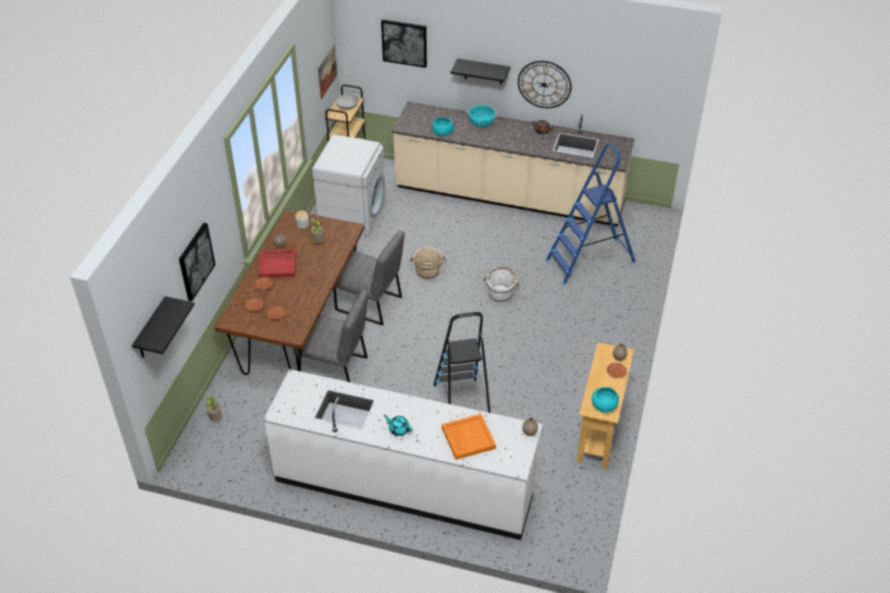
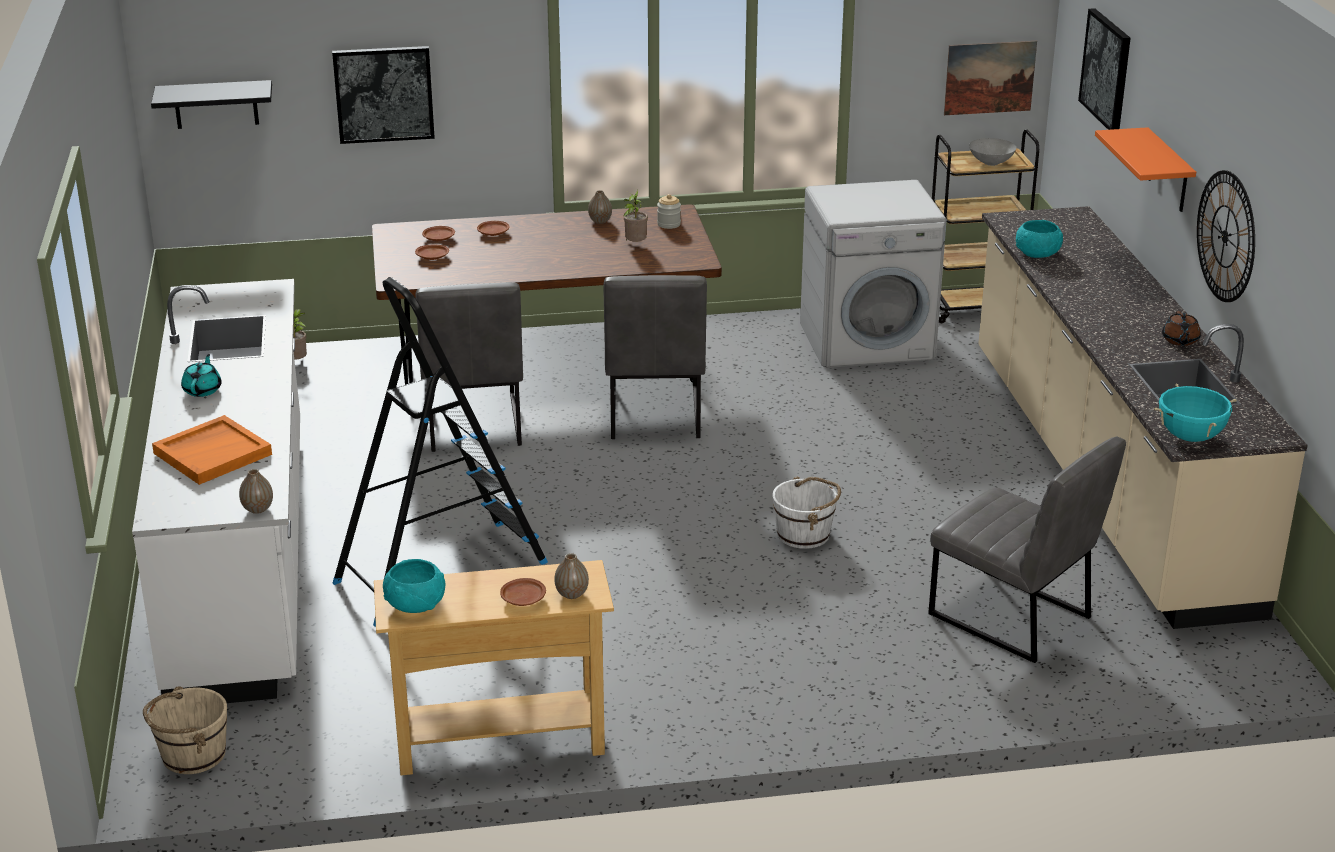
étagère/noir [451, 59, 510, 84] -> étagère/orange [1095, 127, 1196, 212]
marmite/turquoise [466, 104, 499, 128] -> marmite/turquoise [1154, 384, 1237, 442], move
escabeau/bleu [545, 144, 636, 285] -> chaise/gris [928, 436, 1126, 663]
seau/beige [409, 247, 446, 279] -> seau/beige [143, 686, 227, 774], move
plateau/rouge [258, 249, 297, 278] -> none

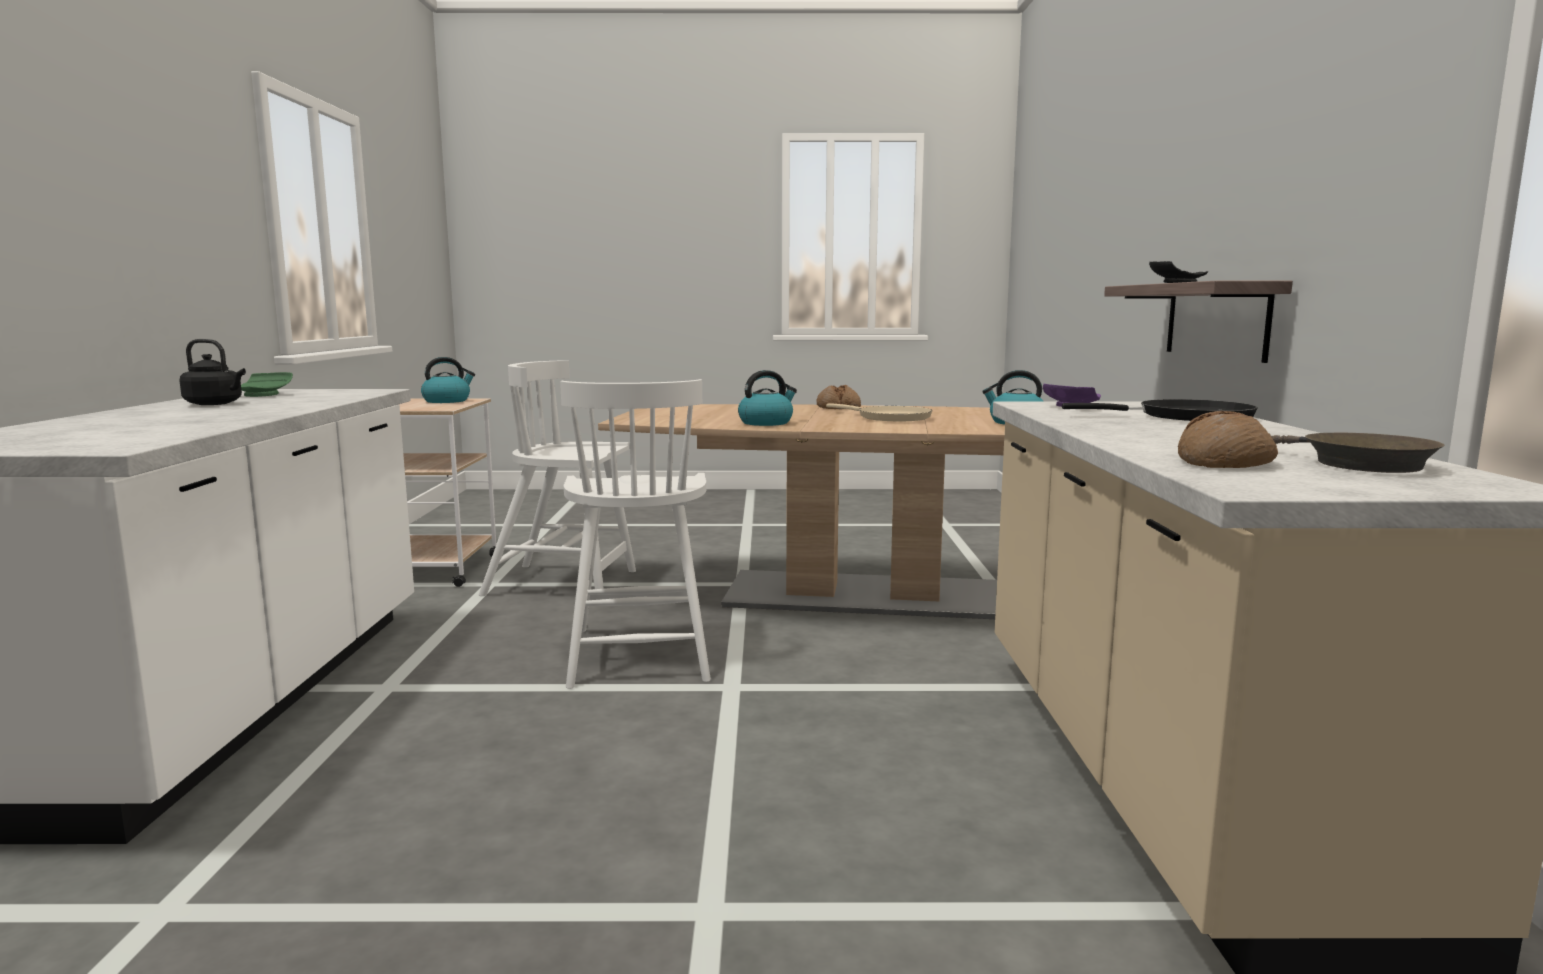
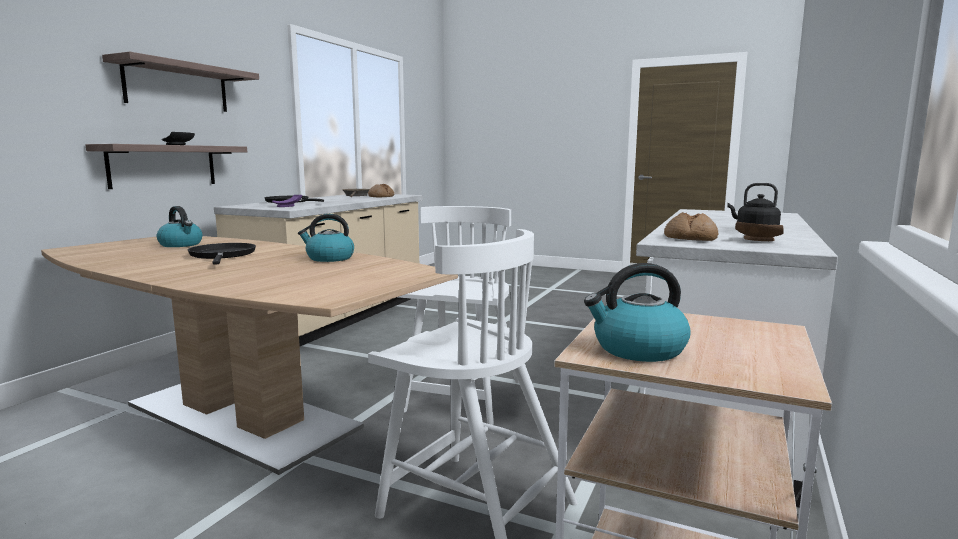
assiette/vert [241, 372, 293, 397] -> assiette/marron [735, 222, 784, 241]
pain [817, 385, 861, 409] -> pain [664, 212, 718, 241], move
poêle/beige [826, 403, 932, 421] -> poêle/noir [188, 243, 256, 265]
none -> étagère [102, 51, 259, 112]

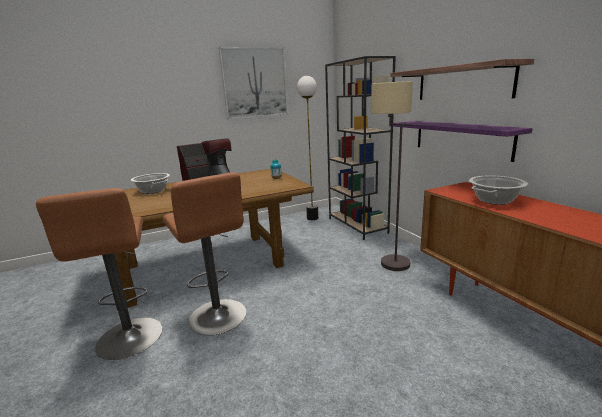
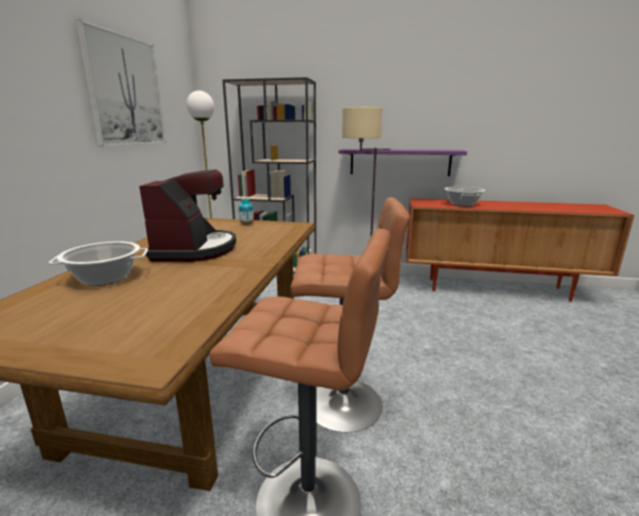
étagère [390, 59, 534, 100] -> none

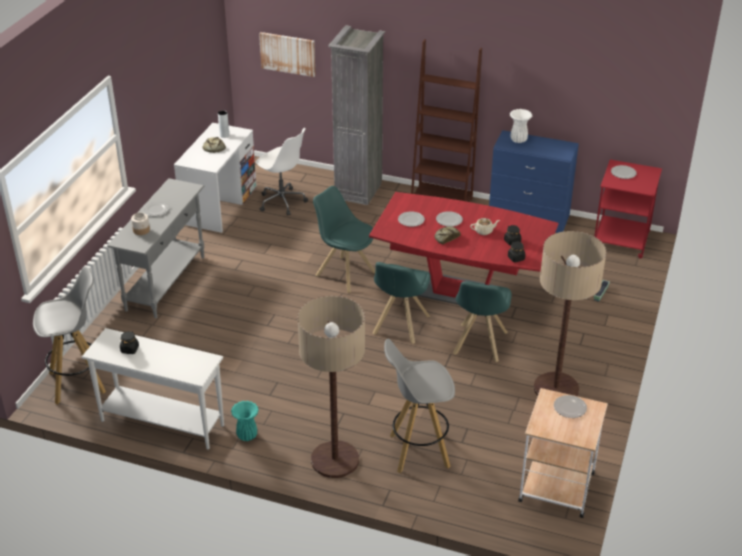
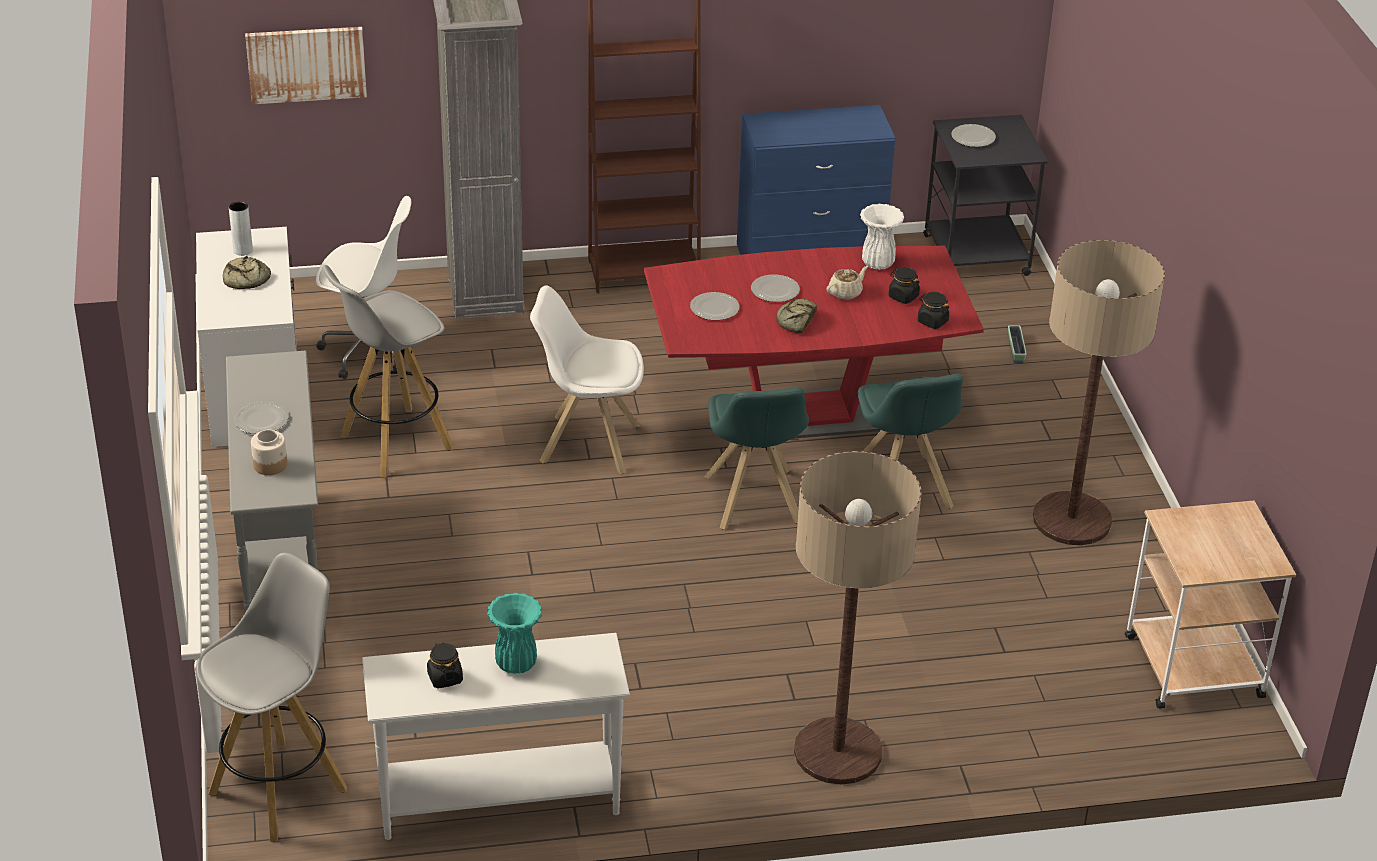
vase/blanc [510, 109, 532, 143] -> vase/blanc [860, 204, 904, 270], move
chariot/rouge [594, 159, 662, 258] -> chariot/noir [923, 115, 1048, 276]
chaise/turquoise [313, 186, 375, 293] -> chaise/blanc [530, 285, 644, 474]
tabouret/gris [384, 339, 455, 473] -> tabouret/gris [323, 265, 454, 478], move
assiette [554, 395, 587, 418] -> none
vase/turquoise [231, 401, 259, 441] -> vase/turquoise [487, 593, 542, 674], move

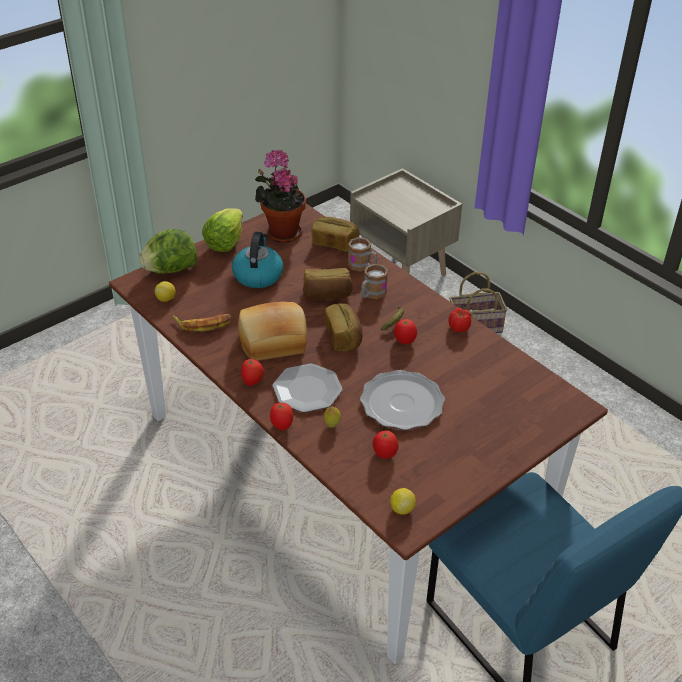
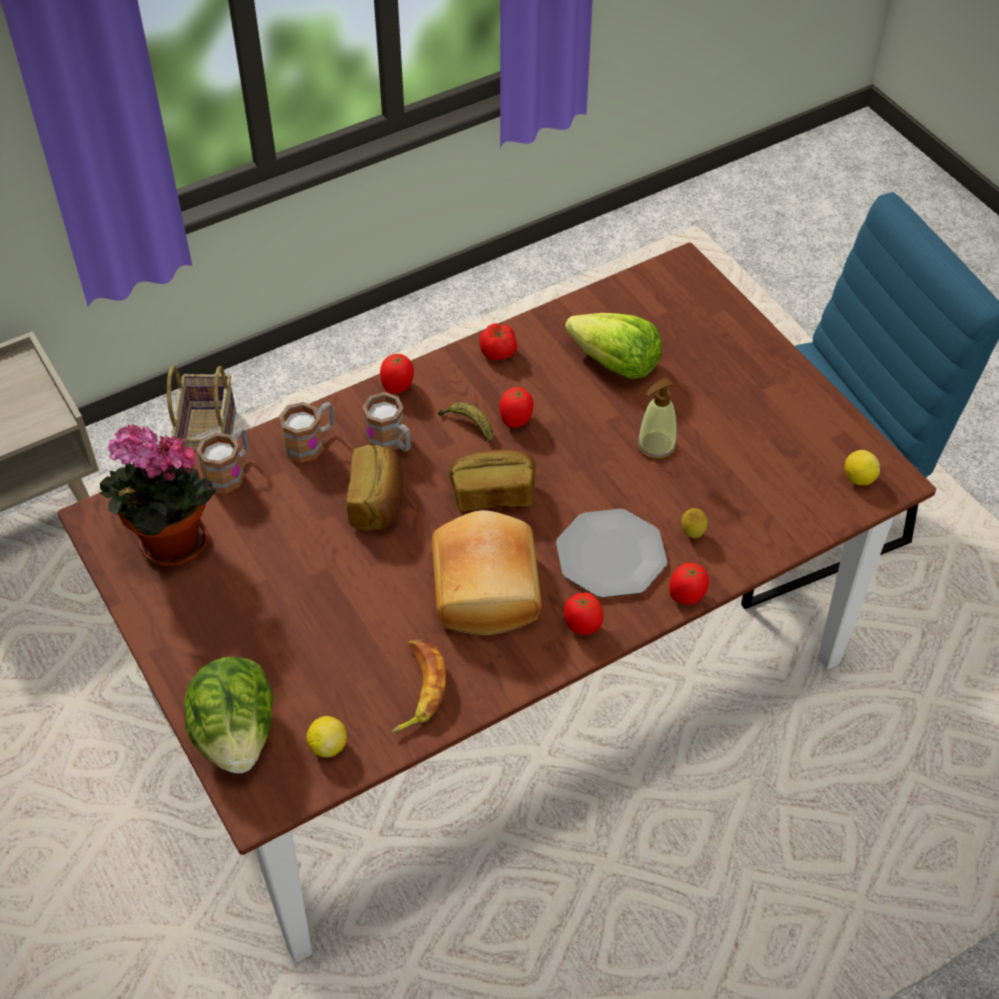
laitue [202, 209, 243, 252] -> laitue [565, 313, 662, 379], move
pain [311, 217, 360, 252] -> mug [197, 427, 248, 494]
bouilloire [232, 232, 283, 288] -> none
assiette [360, 370, 445, 430] -> distributeur de savon [637, 377, 677, 460]
tomate [373, 431, 399, 459] -> tomate [380, 354, 414, 394], move

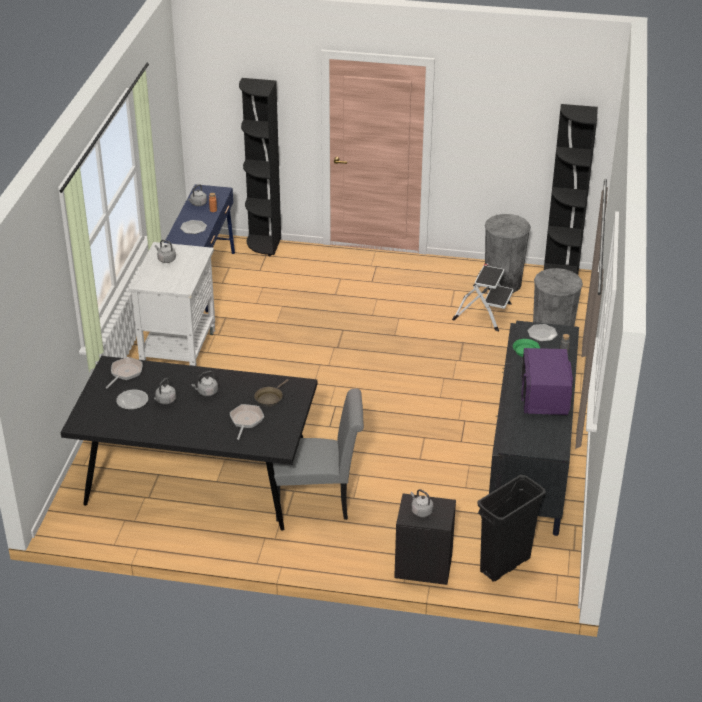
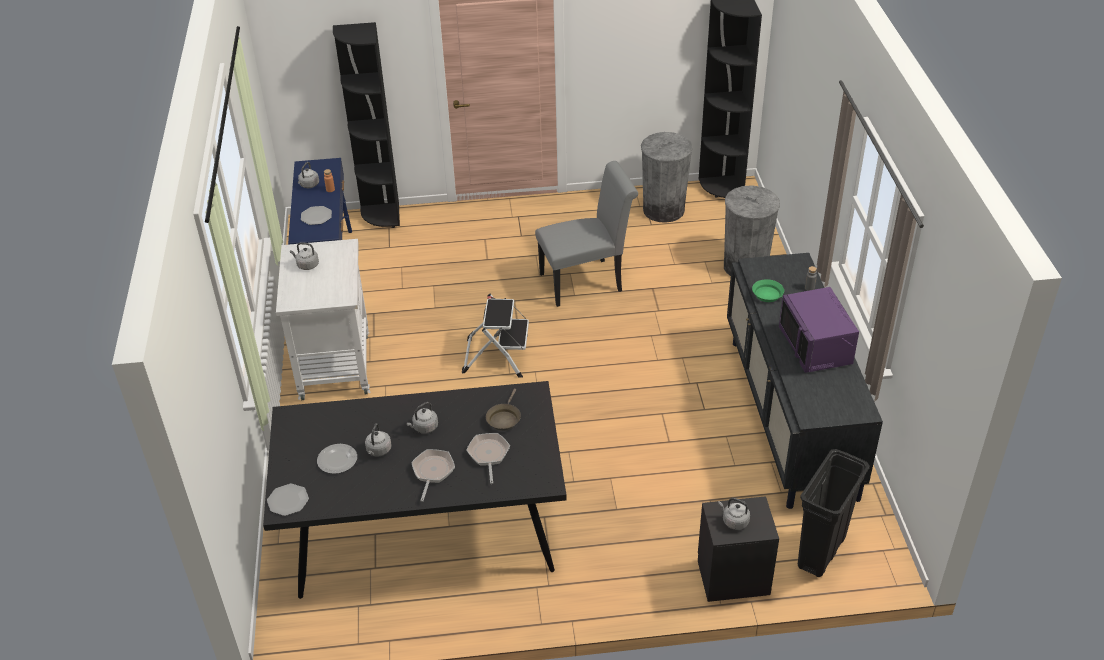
escabeau [452, 262, 513, 332] -> escabeau [462, 294, 529, 378], move
assiette [528, 324, 558, 341] -> assiette [267, 484, 309, 516], move
poêle [106, 357, 142, 388] -> poêle [411, 449, 455, 502], move
chaise/gris [273, 388, 364, 522] -> chaise/gris [535, 161, 638, 307], move

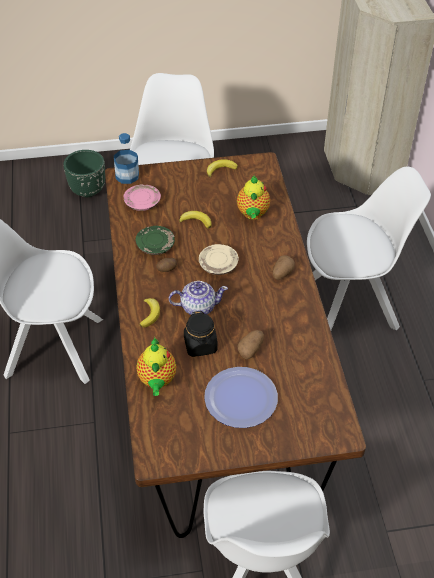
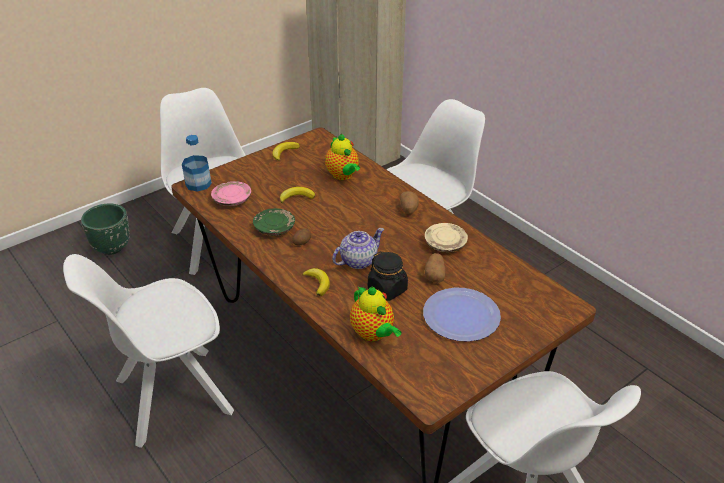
assiette/beige [199, 244, 239, 275] -> assiette/beige [425, 223, 468, 252], move

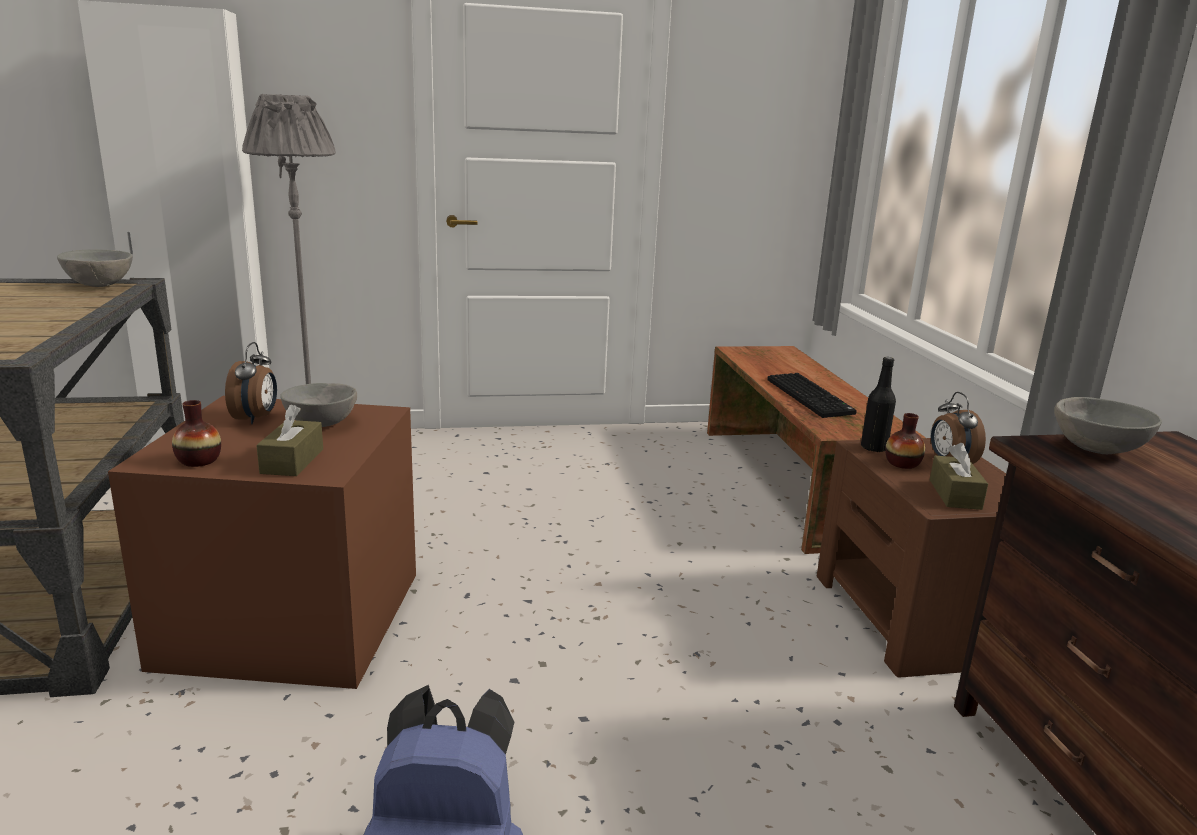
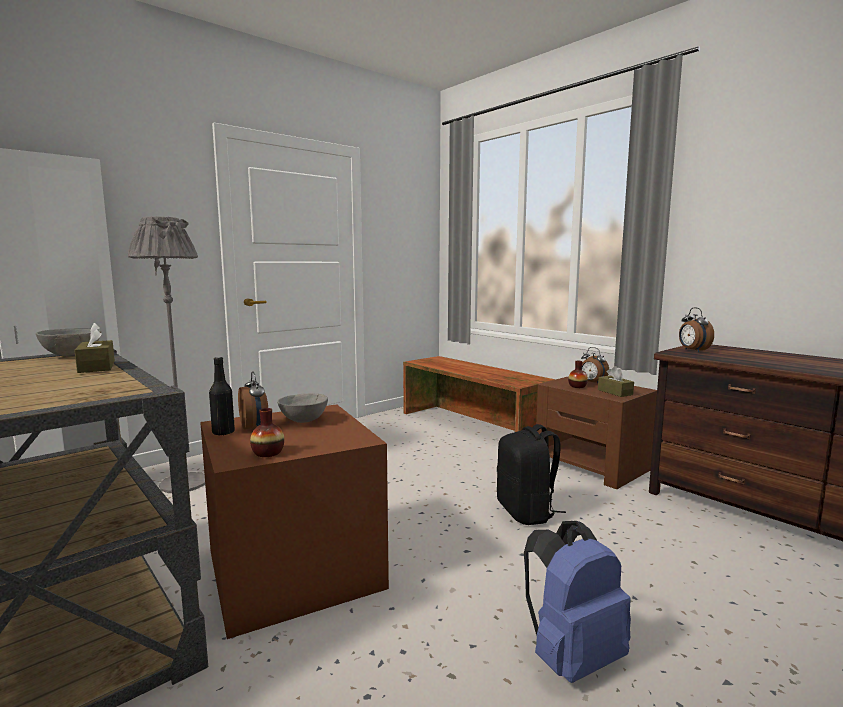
bouteille/noir [861, 357, 896, 452] -> bouteille/noir [209, 357, 235, 435], move
clavier [767, 373, 857, 418] -> none
bol/gris [1054, 397, 1162, 454] -> réveil [679, 307, 714, 352]
boîte à mouchoirs/marron [256, 405, 323, 476] -> boîte à mouchoirs/marron [74, 323, 115, 373], move
none -> sac à dos/noir [497, 424, 566, 525]

